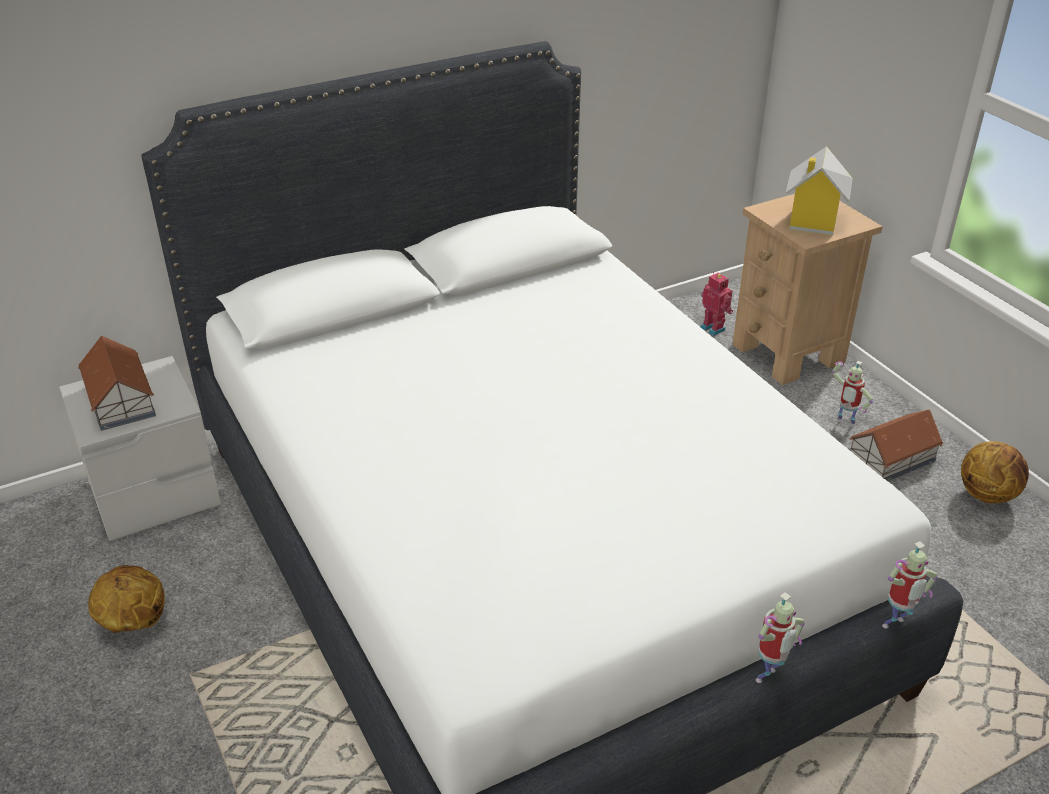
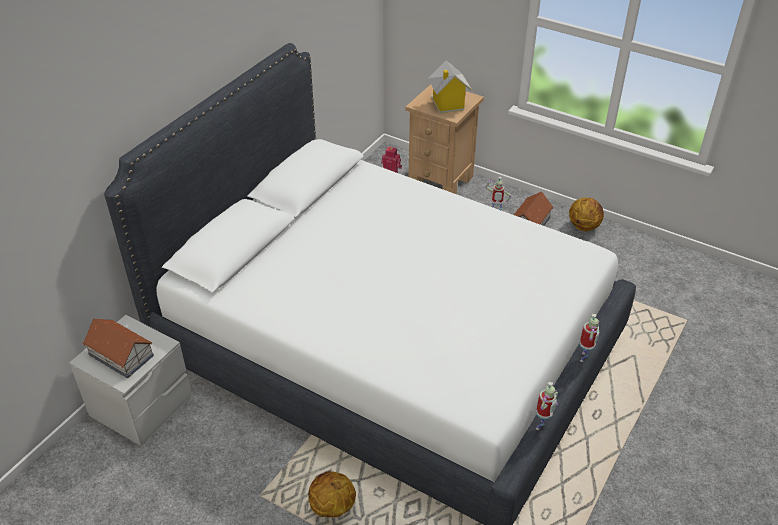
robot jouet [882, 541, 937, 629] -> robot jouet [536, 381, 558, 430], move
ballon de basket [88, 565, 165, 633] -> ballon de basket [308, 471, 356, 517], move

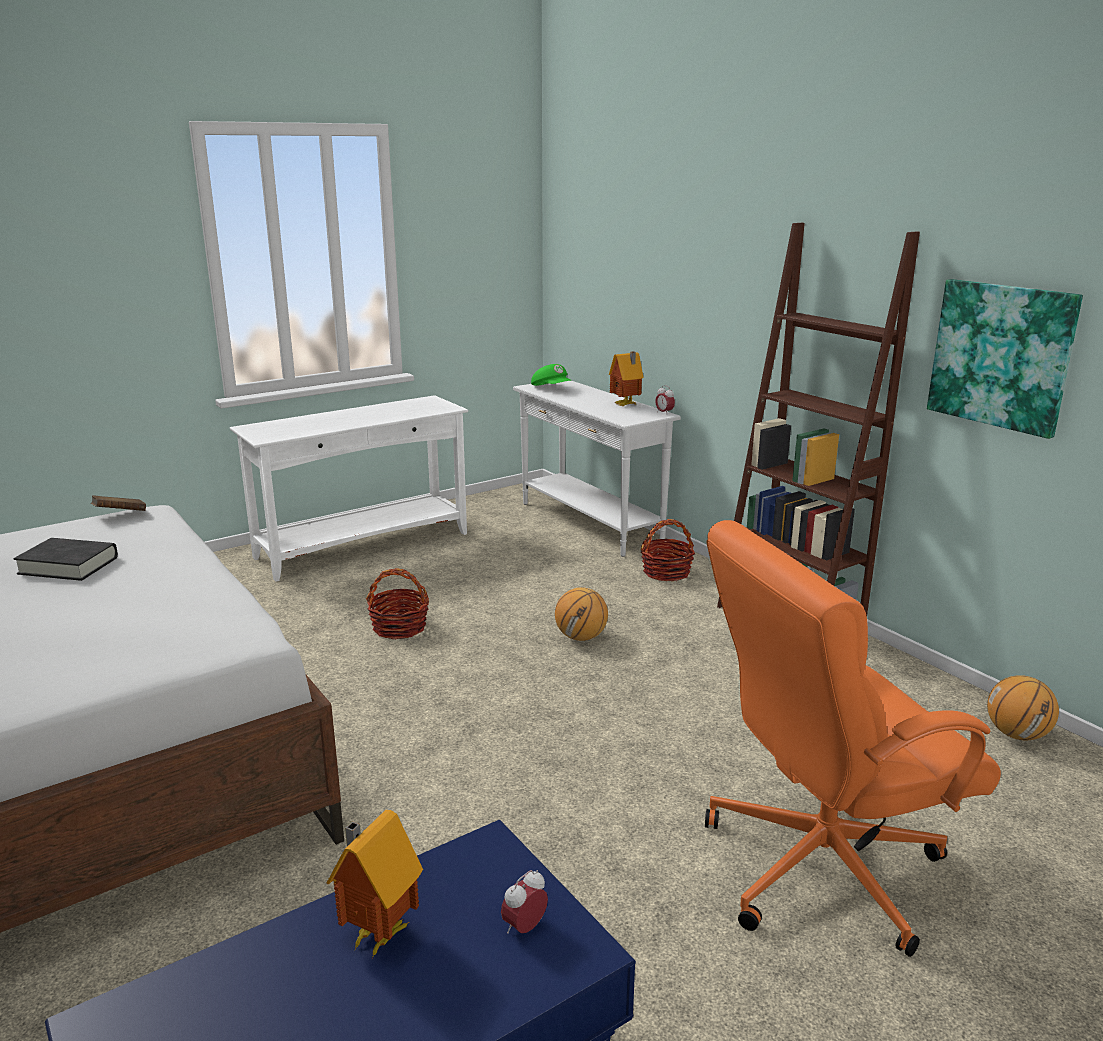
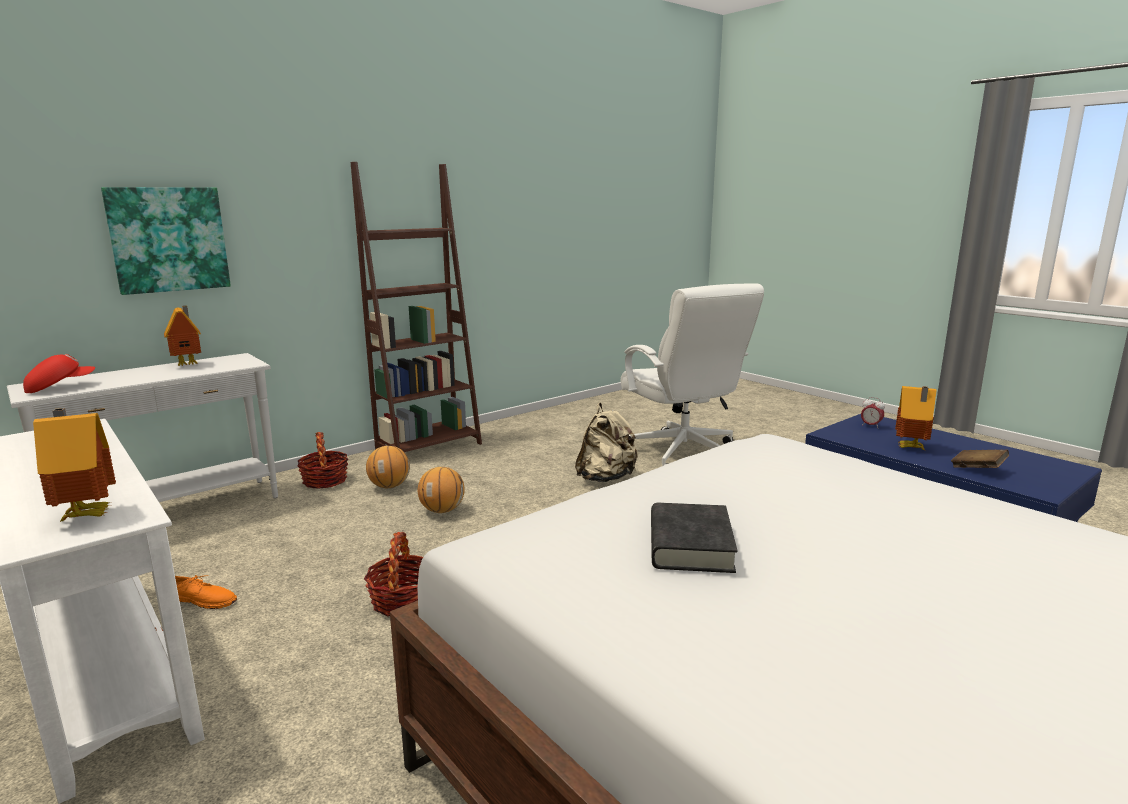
tableau [927, 279, 1083, 439] -> tableau [101, 187, 231, 295], move
casquette/vert [531, 364, 572, 386] -> casquette/rouge [23, 354, 95, 393]
réveil [655, 385, 675, 413] -> none
livre/marron [91, 495, 146, 511] -> livre/marron [951, 450, 1009, 468], move
chaise de bureau/orange [705, 520, 1001, 957] -> chaise de bureau/blanc [621, 284, 764, 466]
ballon de basket [987, 675, 1059, 740] -> ballon de basket [366, 446, 410, 488], move
none -> sac à dos/beige [575, 403, 638, 482]
none -> maison miniature [33, 408, 116, 523]
none -> chaussure/orange [175, 575, 237, 609]

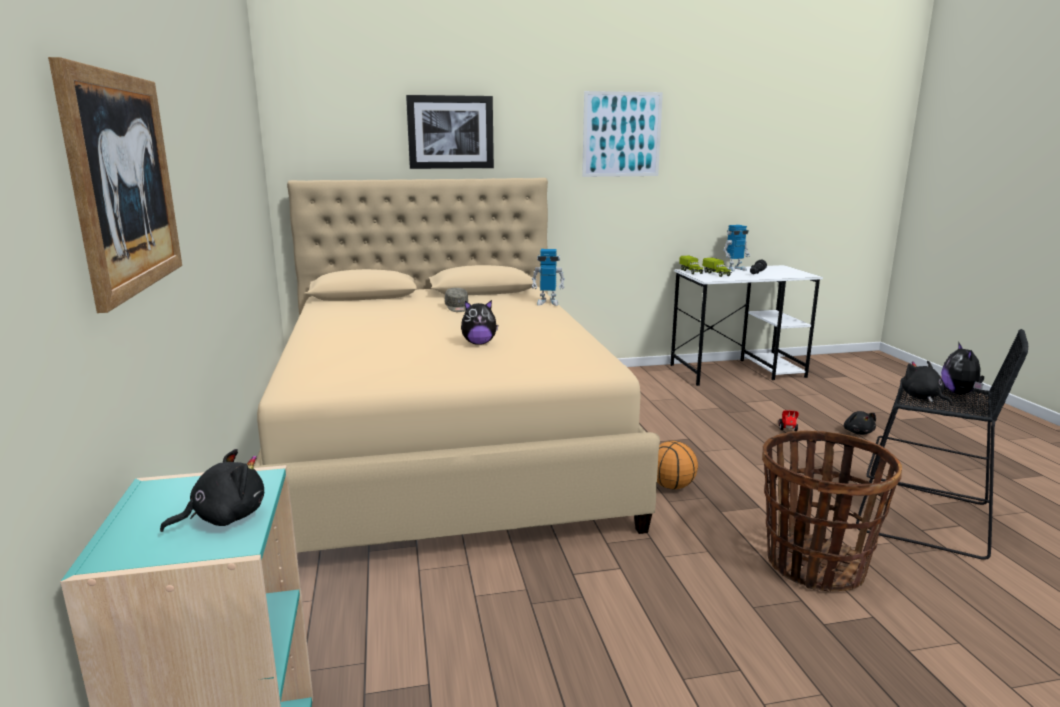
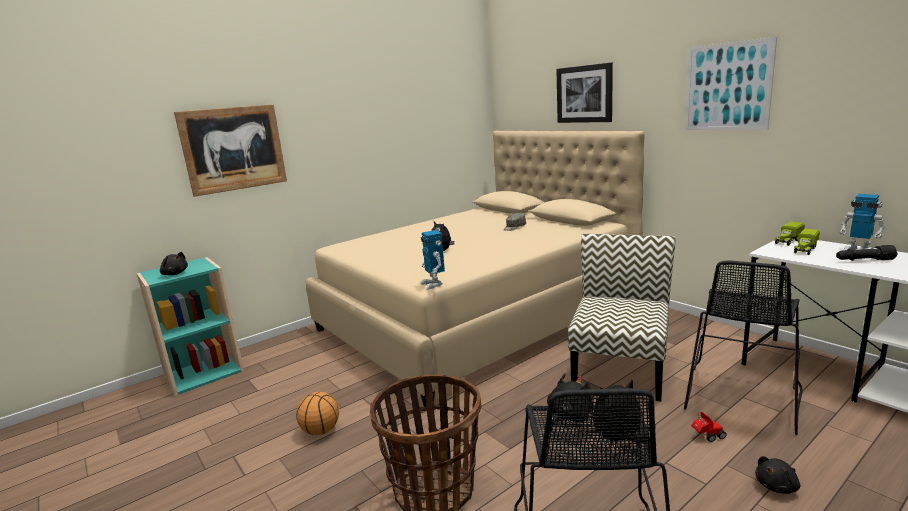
robot jouet [531, 249, 565, 306] -> robot jouet [420, 230, 445, 290], move
ballon de basket [657, 441, 698, 489] -> ballon de basket [296, 392, 339, 435], move
none -> chaise [568, 234, 676, 402]
none -> tabouret/noir [684, 260, 803, 435]

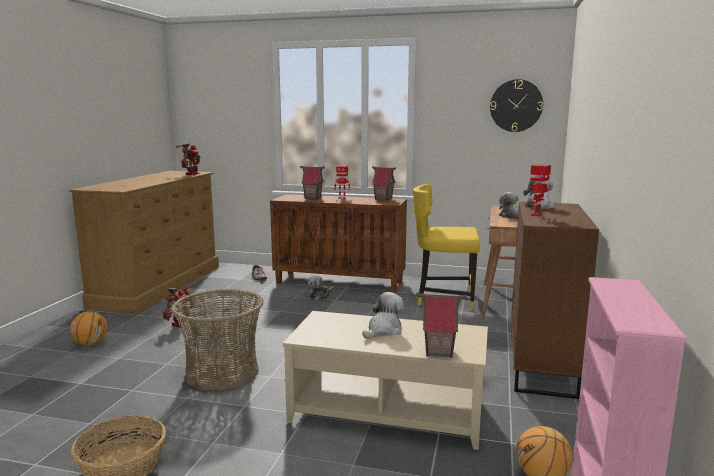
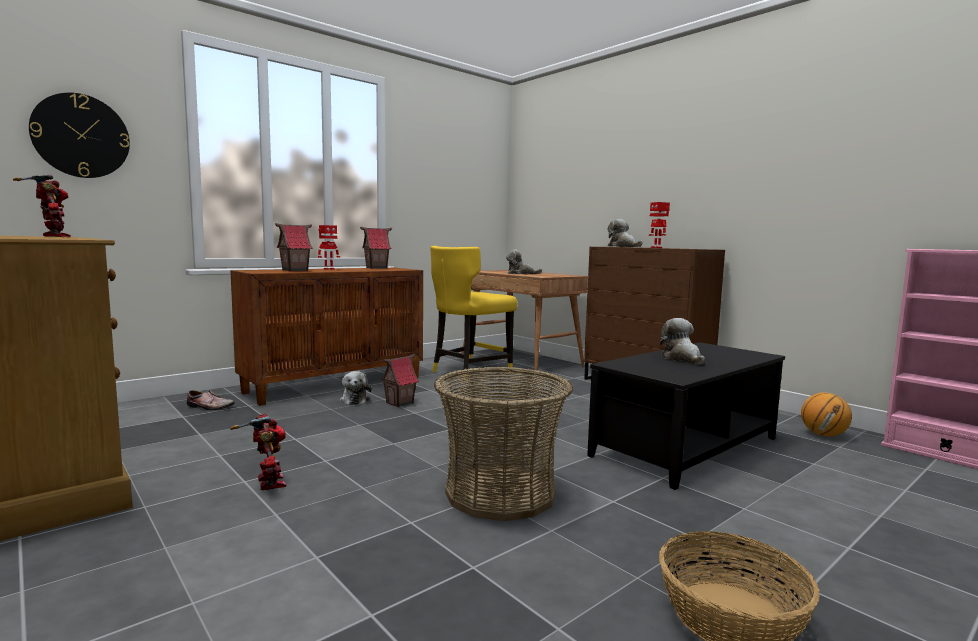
horloge murale [490, 79, 543, 132] -> horloge murale [29, 93, 130, 178], move
maison miniature [416, 293, 467, 358] -> maison miniature [380, 354, 419, 407], move
ballon de basket [70, 311, 108, 346] -> none
table basse/beige [283, 311, 488, 450] -> table basse/noir [587, 342, 785, 490]

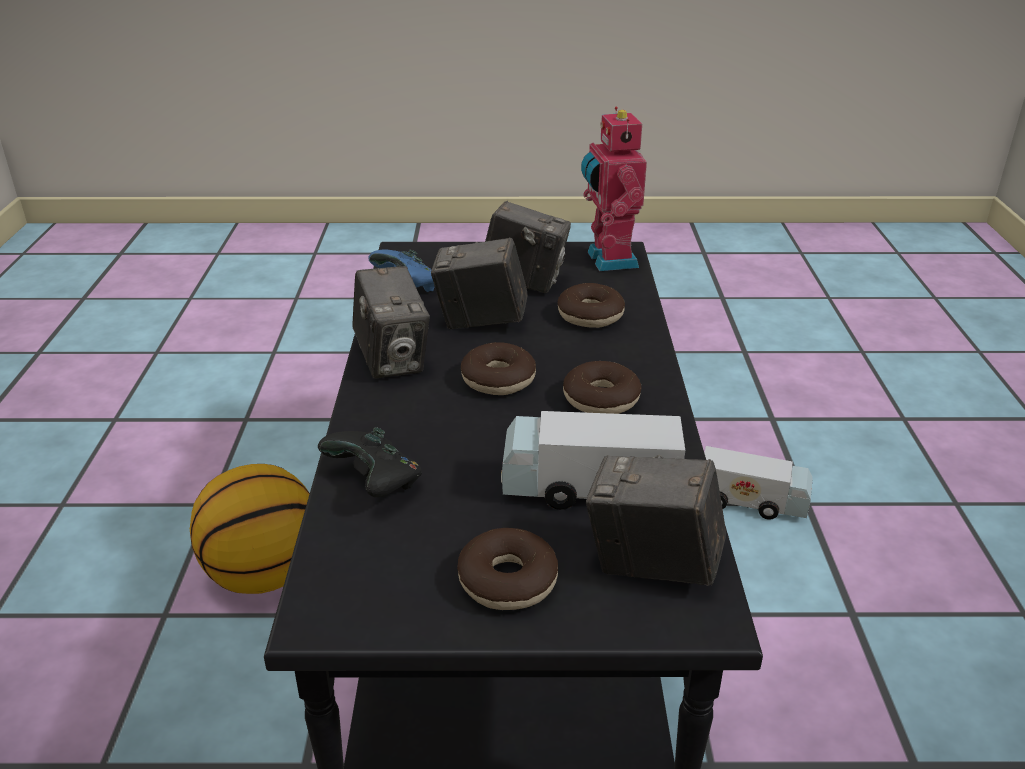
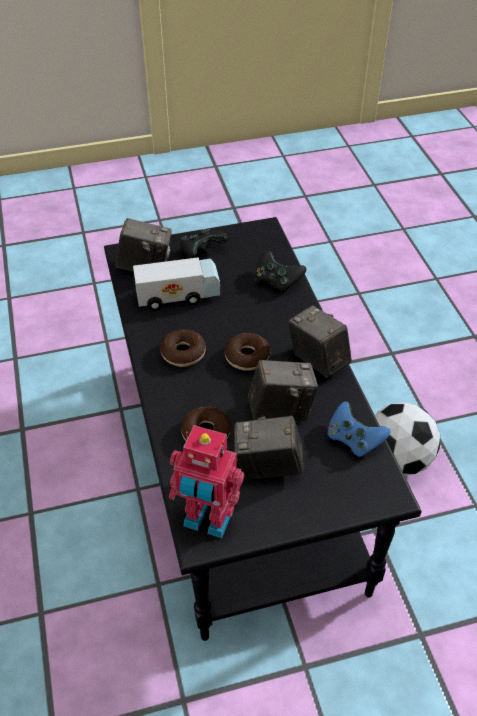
robot jouet [581, 107, 647, 271] -> robot jouet [169, 425, 244, 538], 135 degrees clockwise
camion jouet [704, 446, 813, 520] -> none
ballon de basket [190, 464, 310, 594] -> ballon de foot [375, 402, 440, 476]
beignet [457, 528, 558, 610] -> manette/noir [180, 229, 228, 257]

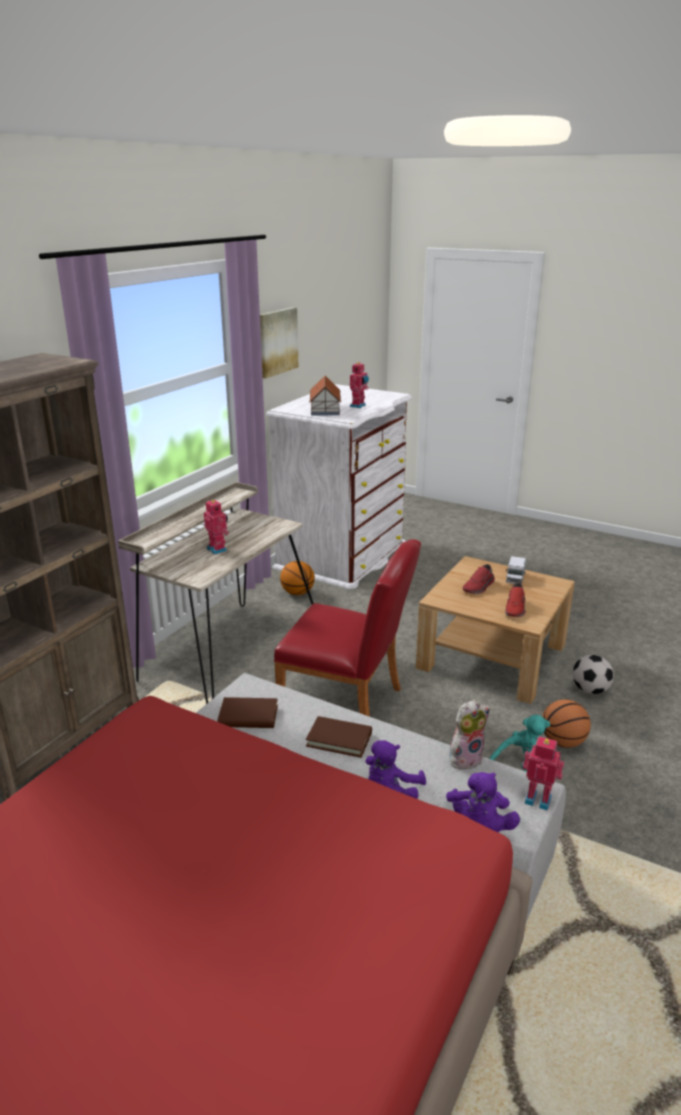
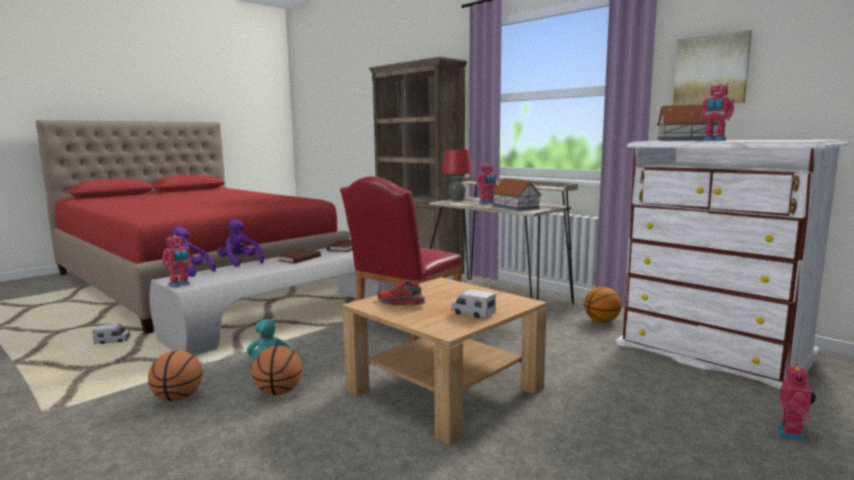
chaussure/rouge [463, 564, 495, 594] -> none
ballon de foot [573, 655, 614, 694] -> none
peluche [449, 700, 490, 769] -> none
none -> lampe de table/rouge [442, 149, 472, 201]
none -> maison miniature [492, 178, 541, 211]
none -> camion jouet [92, 324, 131, 344]
none -> ballon de basket [148, 350, 202, 401]
none -> robot jouet [777, 364, 816, 441]

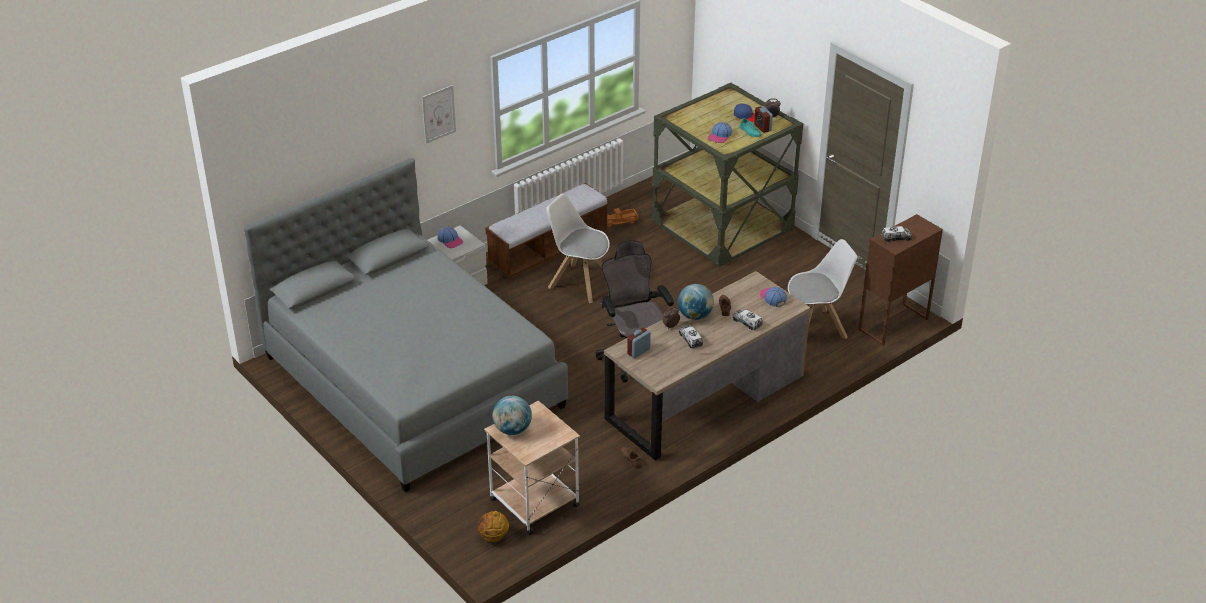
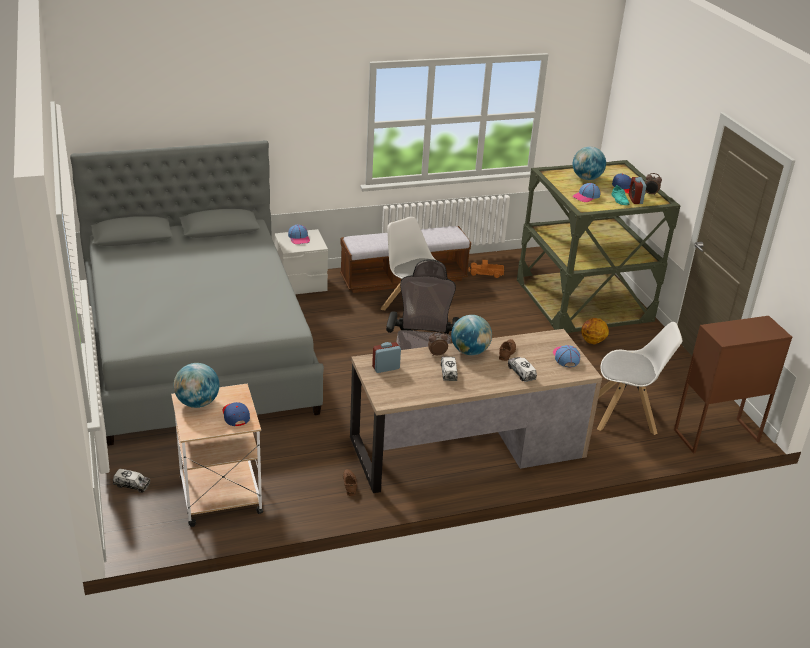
tableau [422, 85, 456, 144] -> none
camion jouet [881, 226, 912, 242] -> camion jouet [113, 468, 150, 493], move
ballon de basket [478, 511, 509, 542] -> ballon de basket [581, 318, 609, 345], move
none -> globe [572, 147, 606, 180]
none -> casquette/bleu [223, 402, 250, 426]

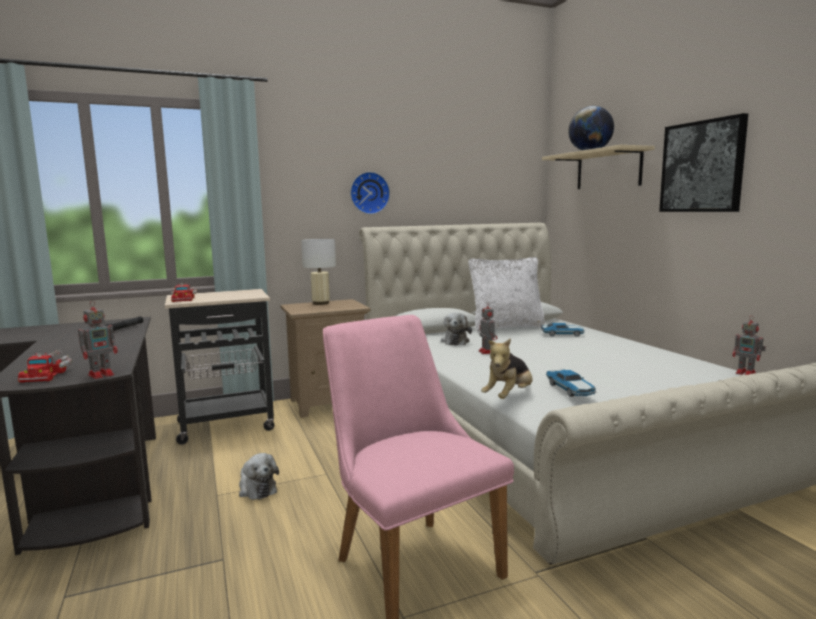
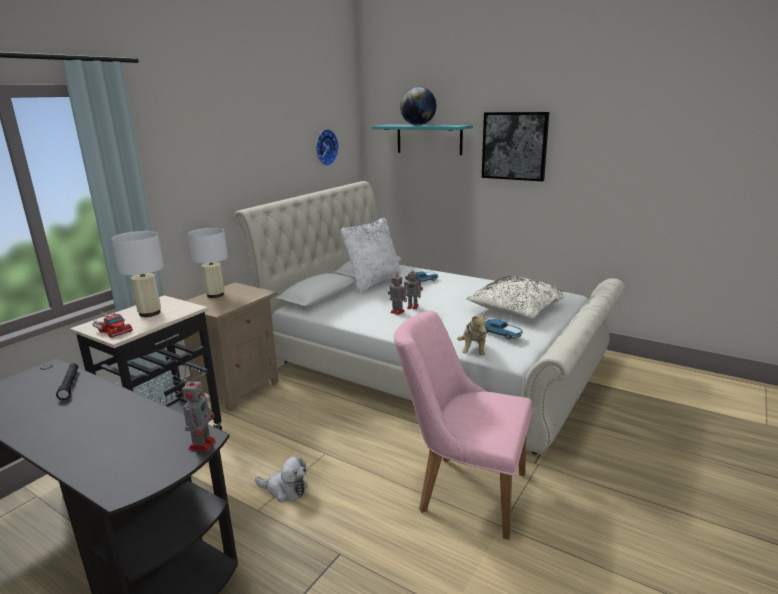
étagère/beige [542, 145, 655, 189] -> étagère/turquoise [372, 124, 473, 155]
horloge murale [350, 172, 390, 214] -> horloge murale [316, 129, 339, 166], move
peluche [441, 312, 472, 345] -> none
robot jouet [733, 315, 766, 375] -> robot jouet [404, 268, 423, 309], move
camion jouet [18, 349, 72, 383] -> none
none -> lampe de table/blanc [111, 231, 164, 317]
none -> coussin/beige [467, 276, 565, 319]

